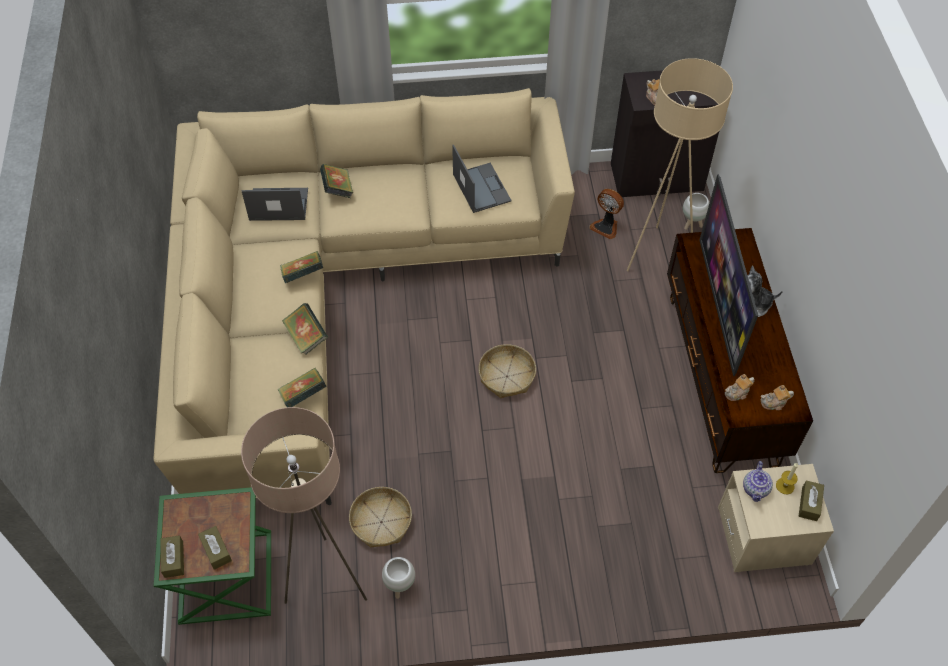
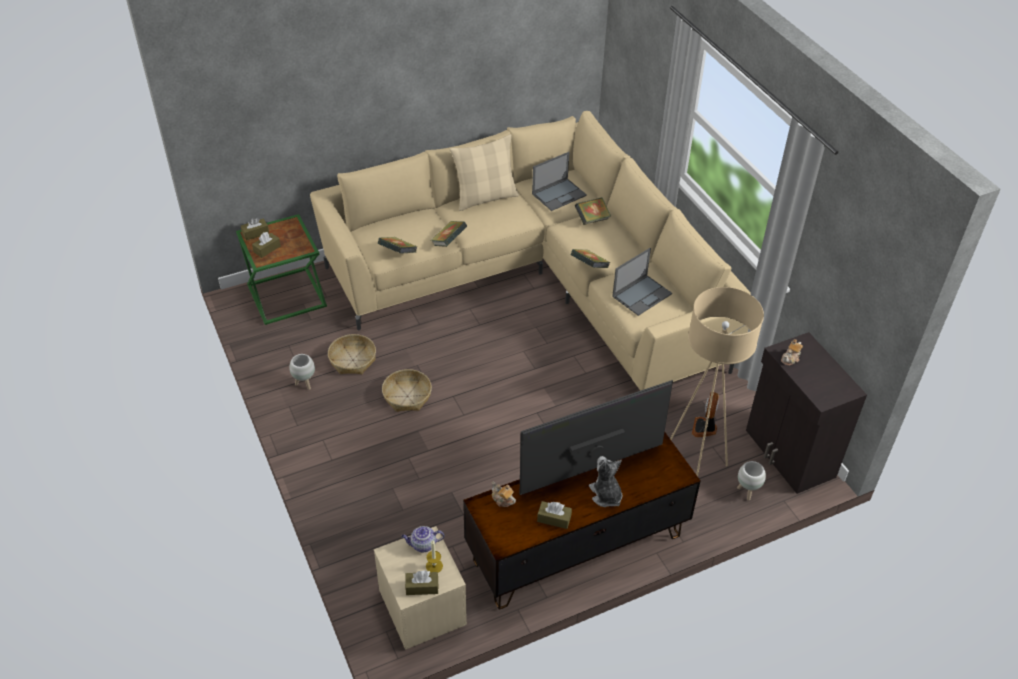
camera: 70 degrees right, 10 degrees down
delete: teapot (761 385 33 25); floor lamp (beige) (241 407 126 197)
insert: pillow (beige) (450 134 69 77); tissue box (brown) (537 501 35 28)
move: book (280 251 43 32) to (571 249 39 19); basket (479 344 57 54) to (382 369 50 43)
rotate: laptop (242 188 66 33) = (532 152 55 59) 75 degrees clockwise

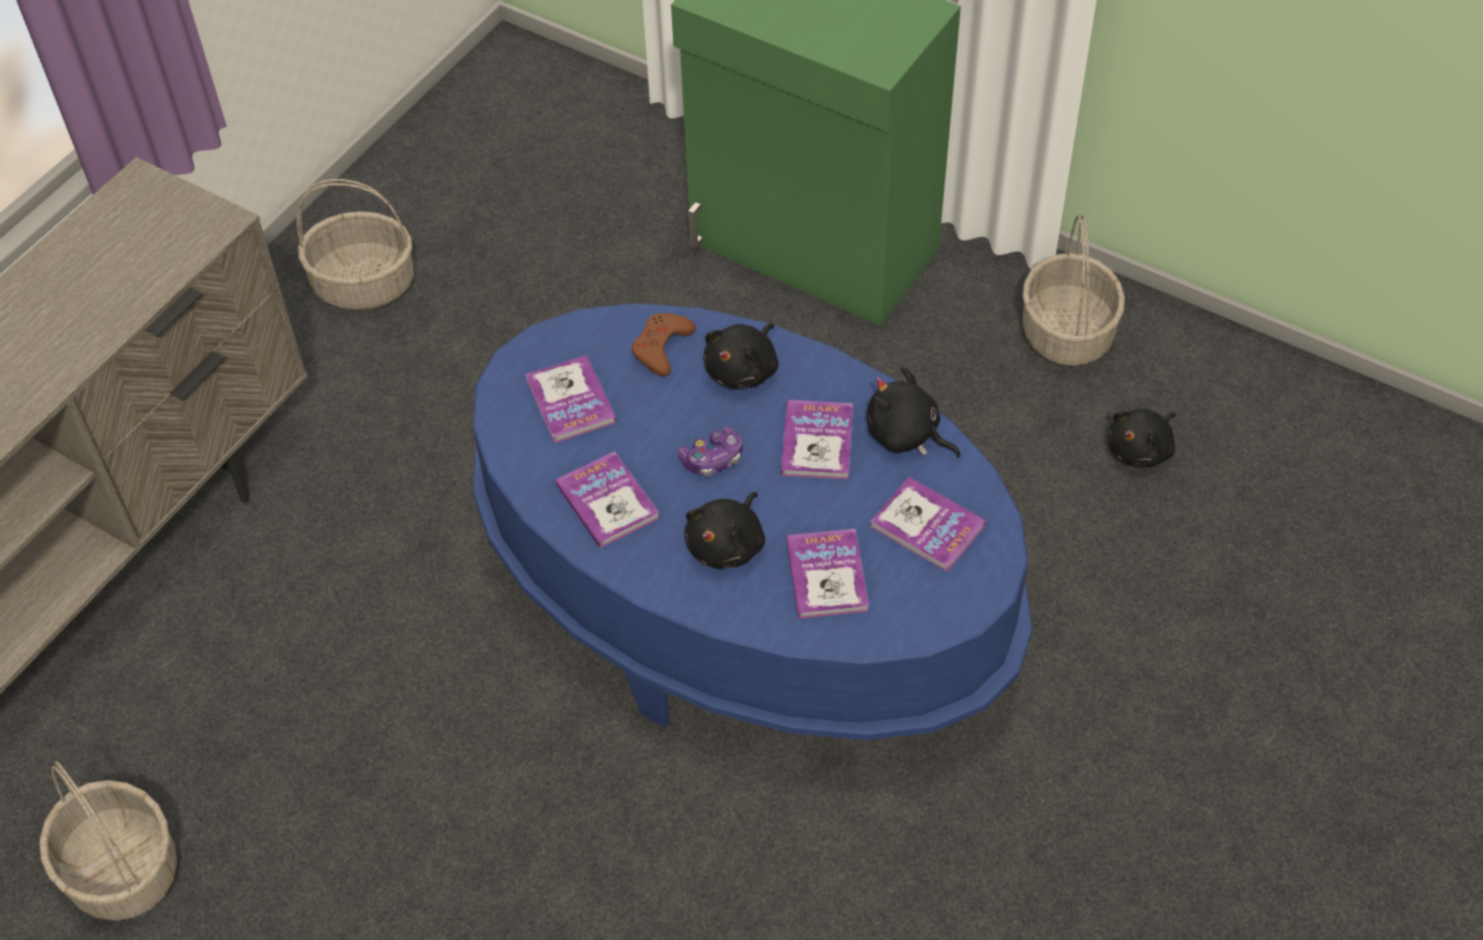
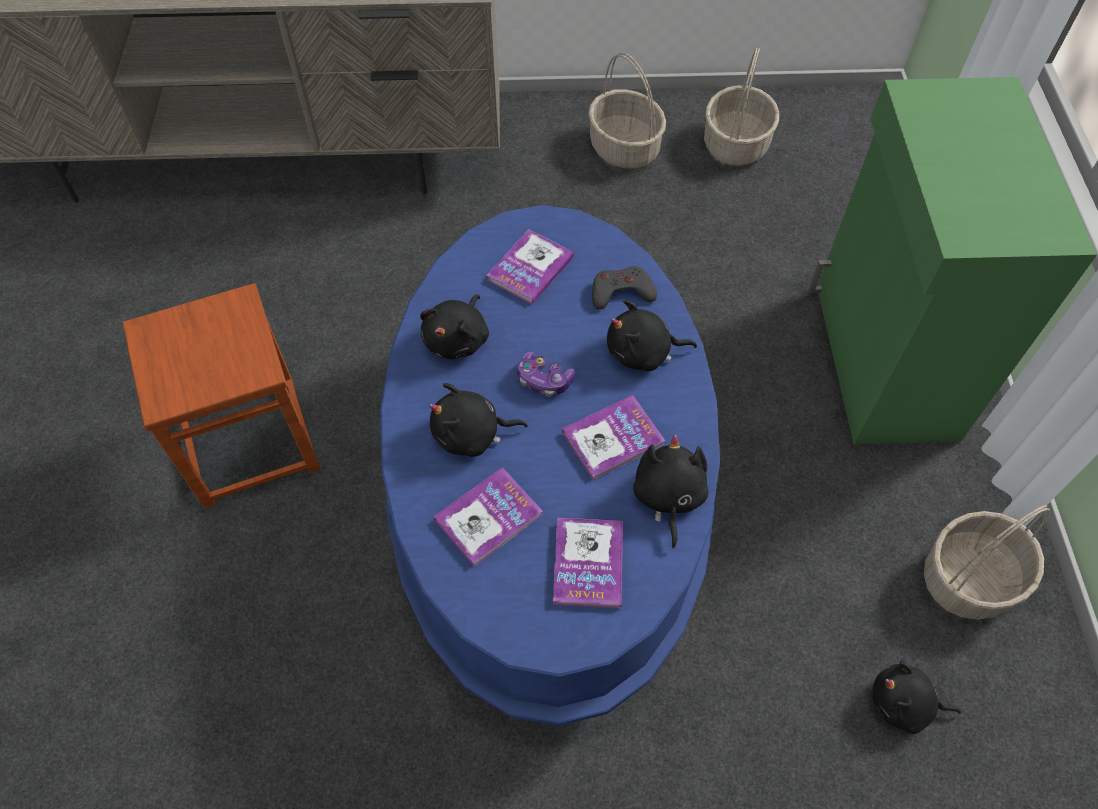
camera: 55 degrees right, 5 degrees up
insert: stool (brown) (123 283 197 225)
move: basket (39 761 138 160) to (704 48 75 118)
replace: book (555 451 105 97) to plush toy (black) (420 294 69 65)
recolor: game controller (brown) (632 313 64 64) to game controller (grey) (592 266 65 44)

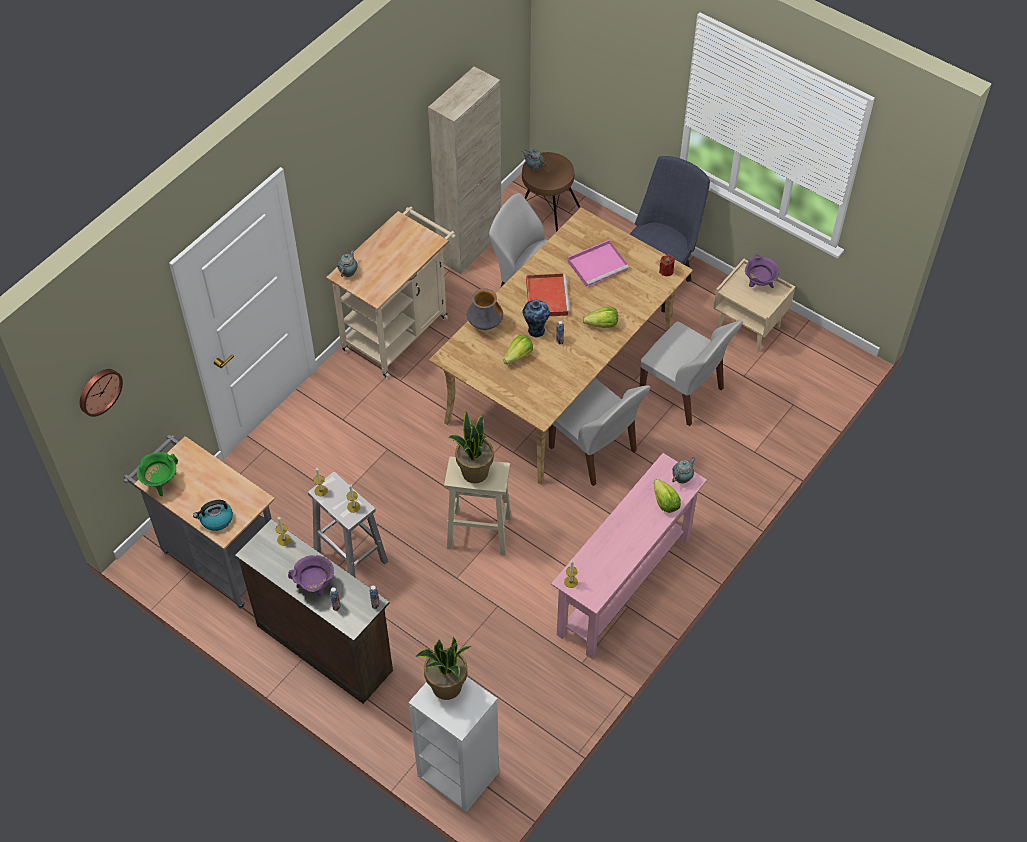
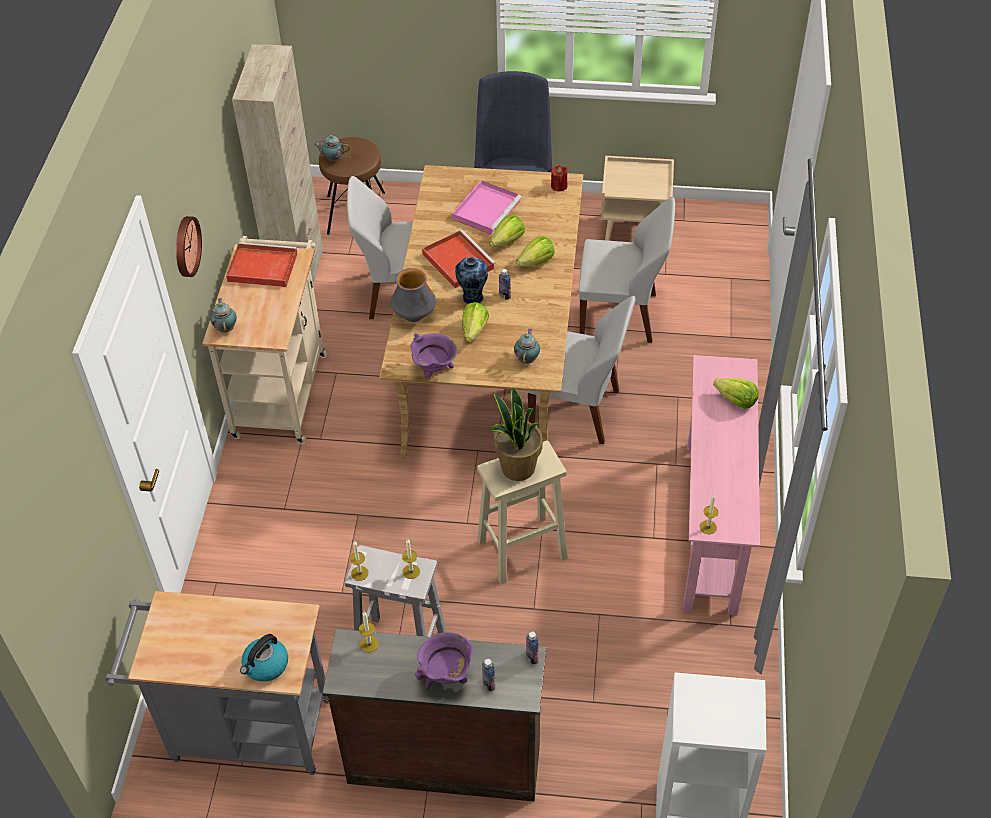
camera: 30 degrees left, 5 degrees down
delete: cooking pot (green) (137 452 41 44); potted plant (416 637 55 63)
insert: lettuce (490 215 35 33); tray (red) (226 242 72 45)
move: cooking pot (purple) (745 253 35 35) to (410 333 47 45); wall clock (80 369 43 48) to (176 216 26 61); teapot (672 457 24 26) to (514 329 26 35)

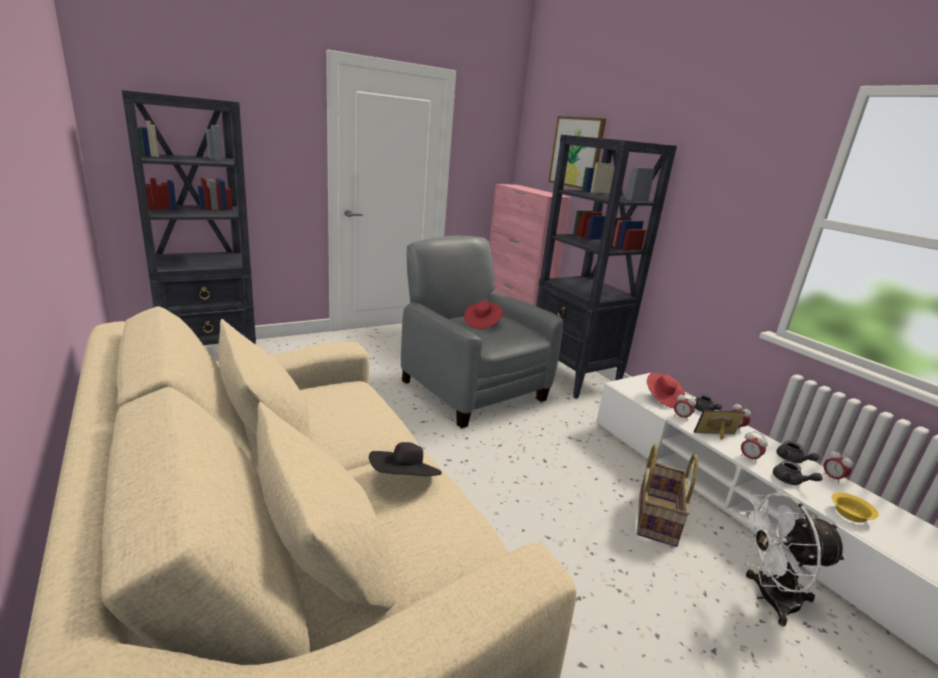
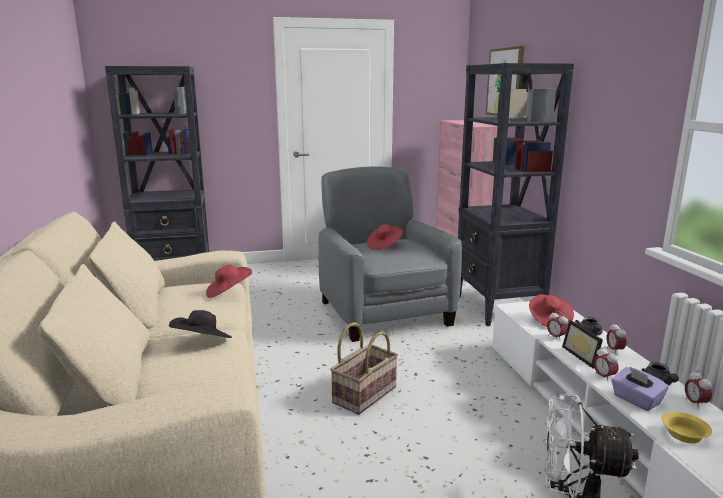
camera: 20 degrees right, 5 degrees down
insert: hat (red) (206 265 46 33)
move: basket (637 444 61 103) to (330 322 68 93)
replace: teapot (grey) (773 461 50 24) to tissue box (purple) (611 367 58 44)
rotate: picture frame (694 410 51 30) = (562 320 41 48) 120 degrees counterclockwise

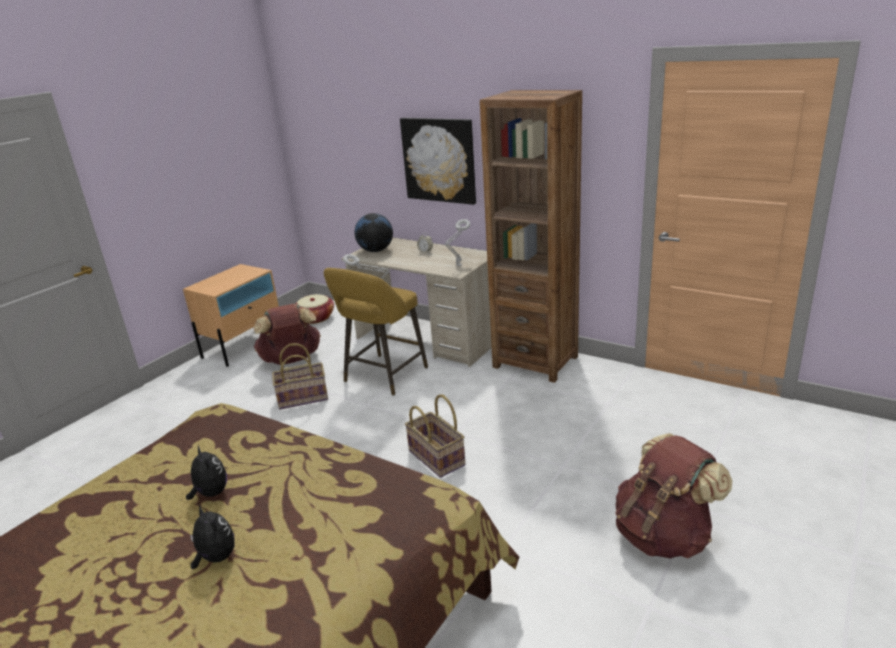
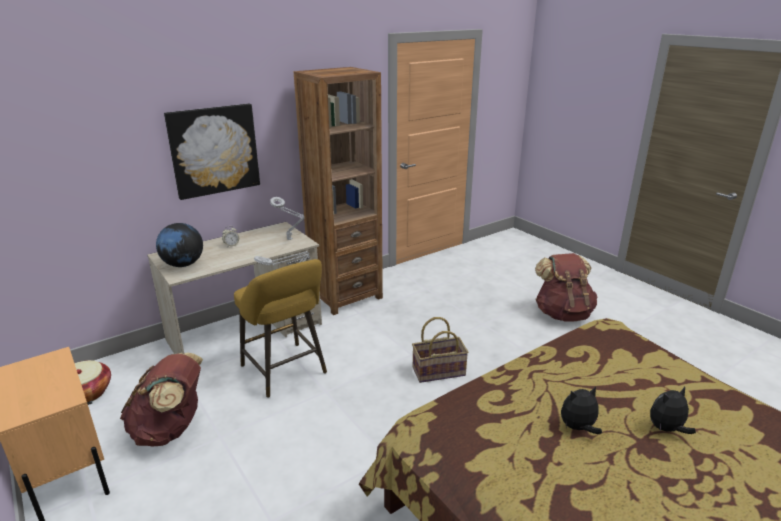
camera: 70 degrees left, 0 degrees up
delete: basket (272 343 56 67)

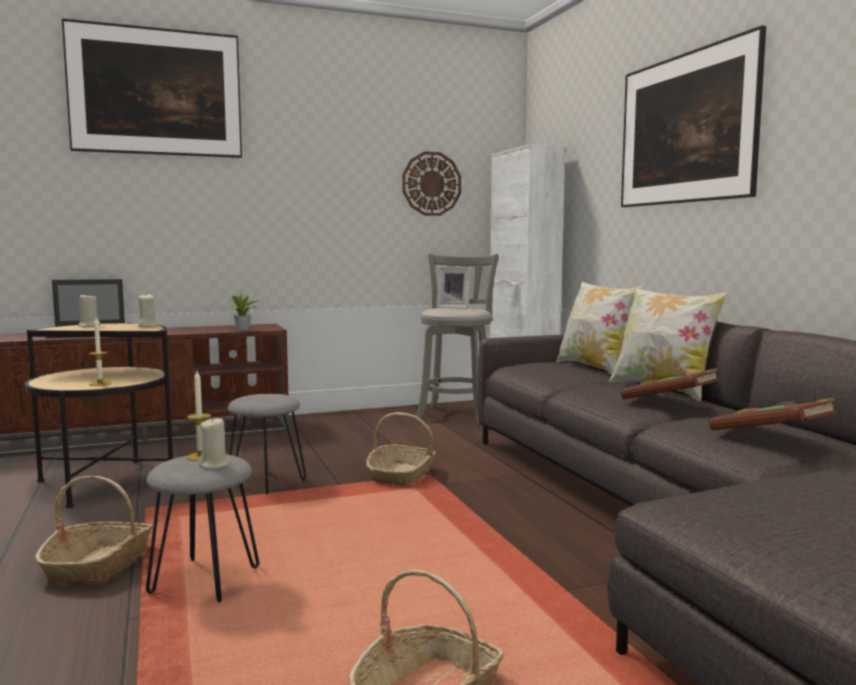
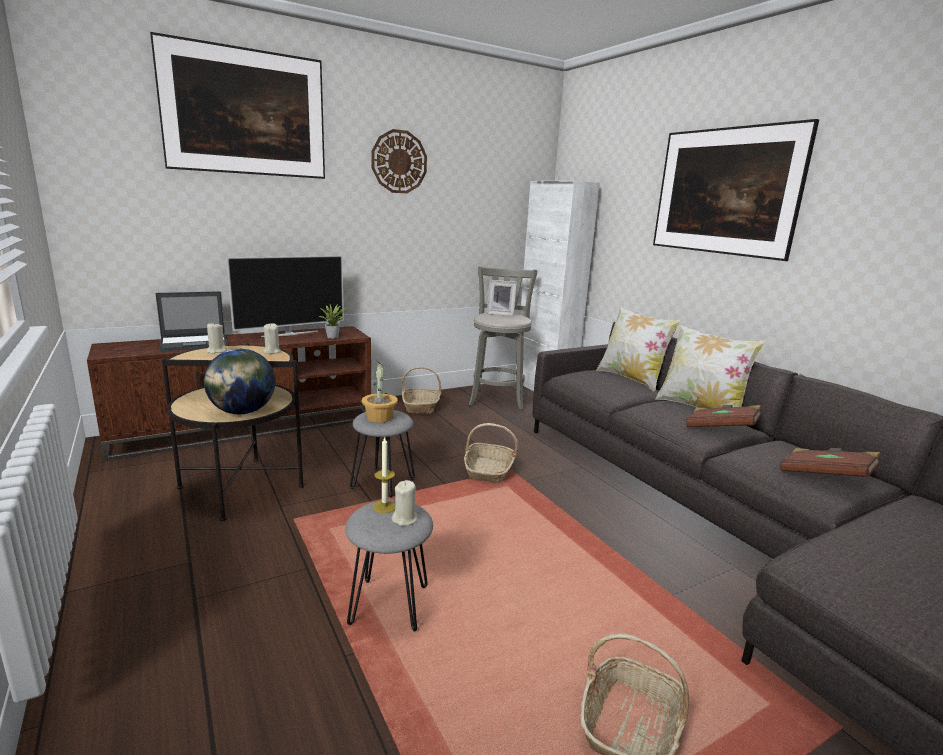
camera: 10 degrees left, 10 degrees up
insert: television (226 255 118 82); potted plant (362 361 36 62)
move: wall clock (402 151 59 65) to (371 129 56 65); basket (35 476 118 110) to (401 367 41 47)
replace: candle (89 318 23 68) to globe (204 349 72 65)

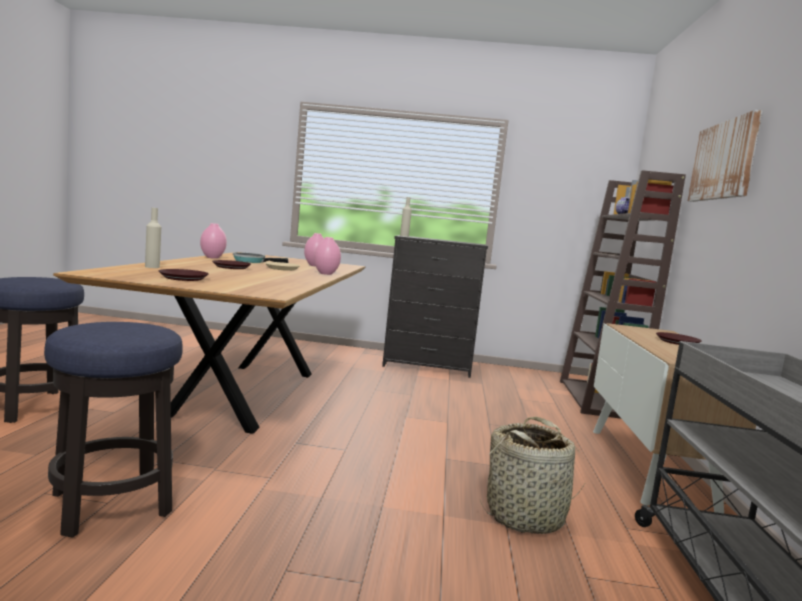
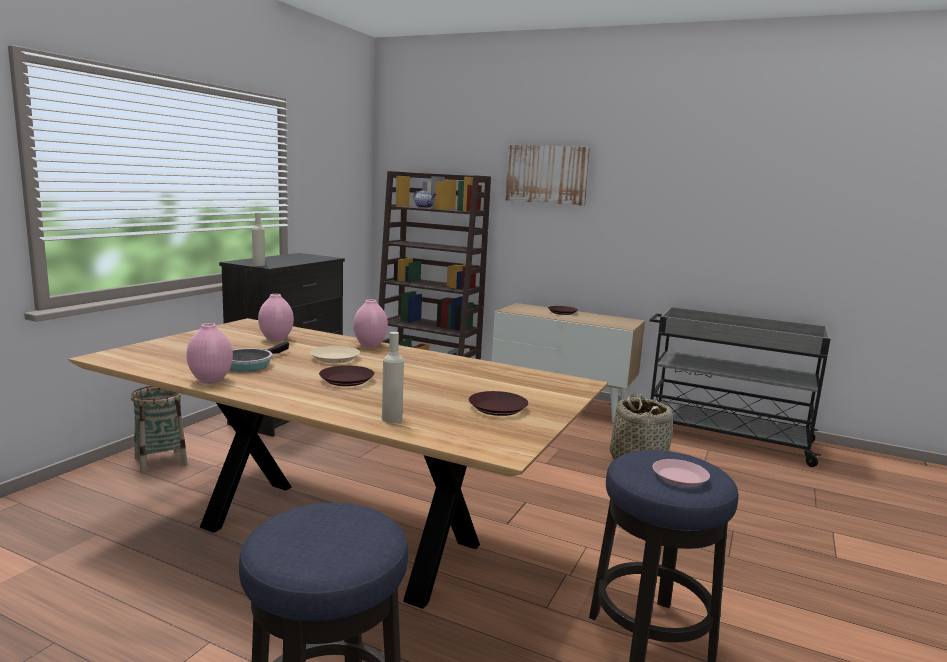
camera: 70 degrees left, 5 degrees up
insert: basket (131 386 56 88); plate (pink) (652 459 58 28)

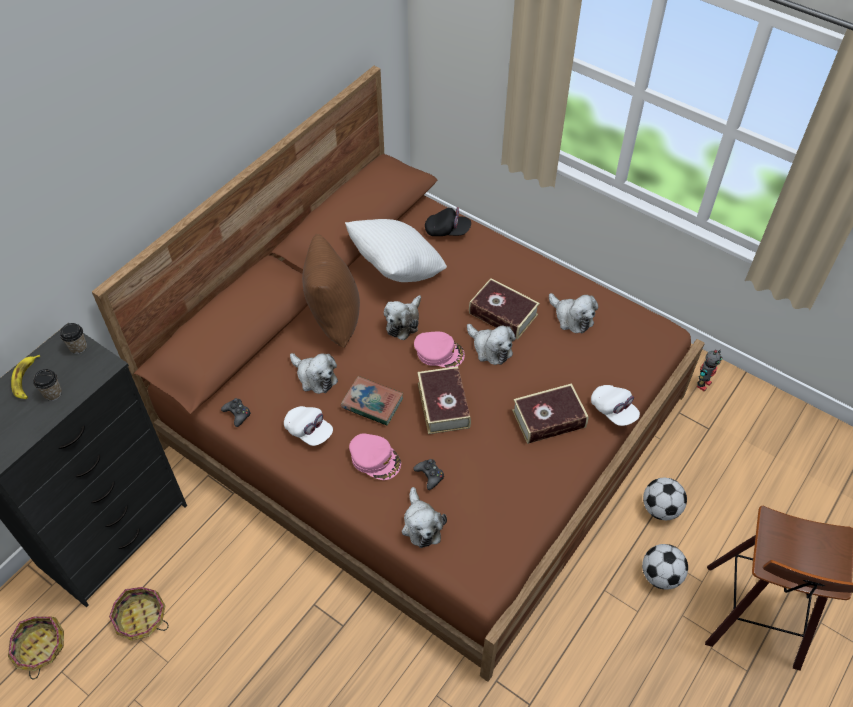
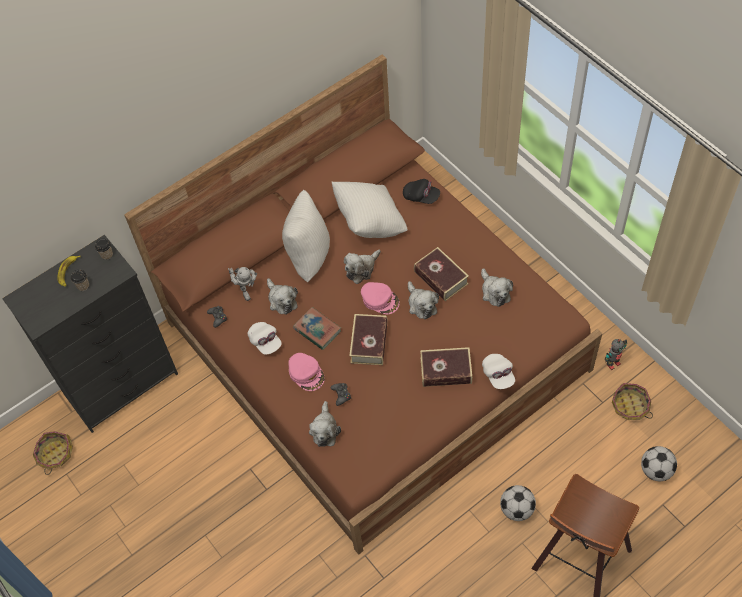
camera: 20 degrees right, 5 degrees up
insert: toy robot (228 267 29 34)
move: football (643 478 44 42) to (641 446 36 35); basket (109 587 60 54) to (612 383 41 37)
recolor: pillow (brown) (302 234 58 114) to pillow (white) (282 190 48 92)

